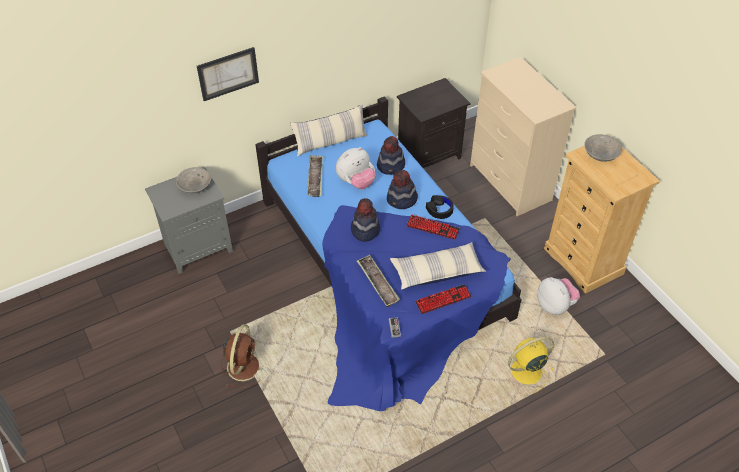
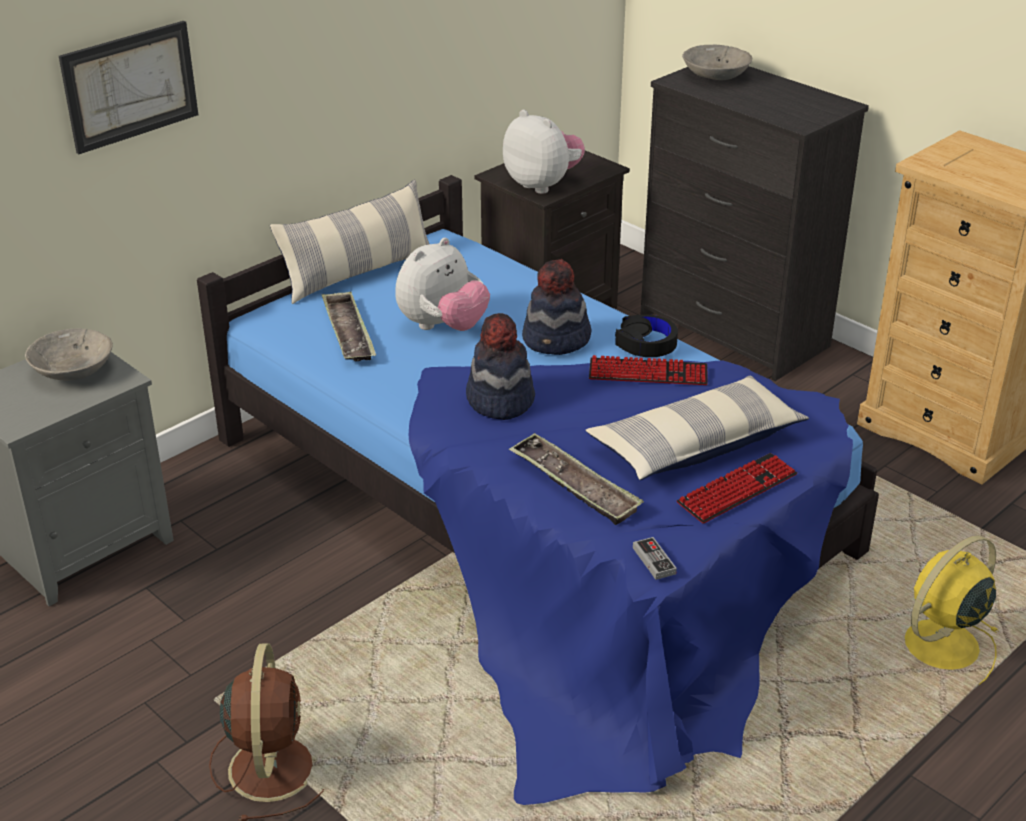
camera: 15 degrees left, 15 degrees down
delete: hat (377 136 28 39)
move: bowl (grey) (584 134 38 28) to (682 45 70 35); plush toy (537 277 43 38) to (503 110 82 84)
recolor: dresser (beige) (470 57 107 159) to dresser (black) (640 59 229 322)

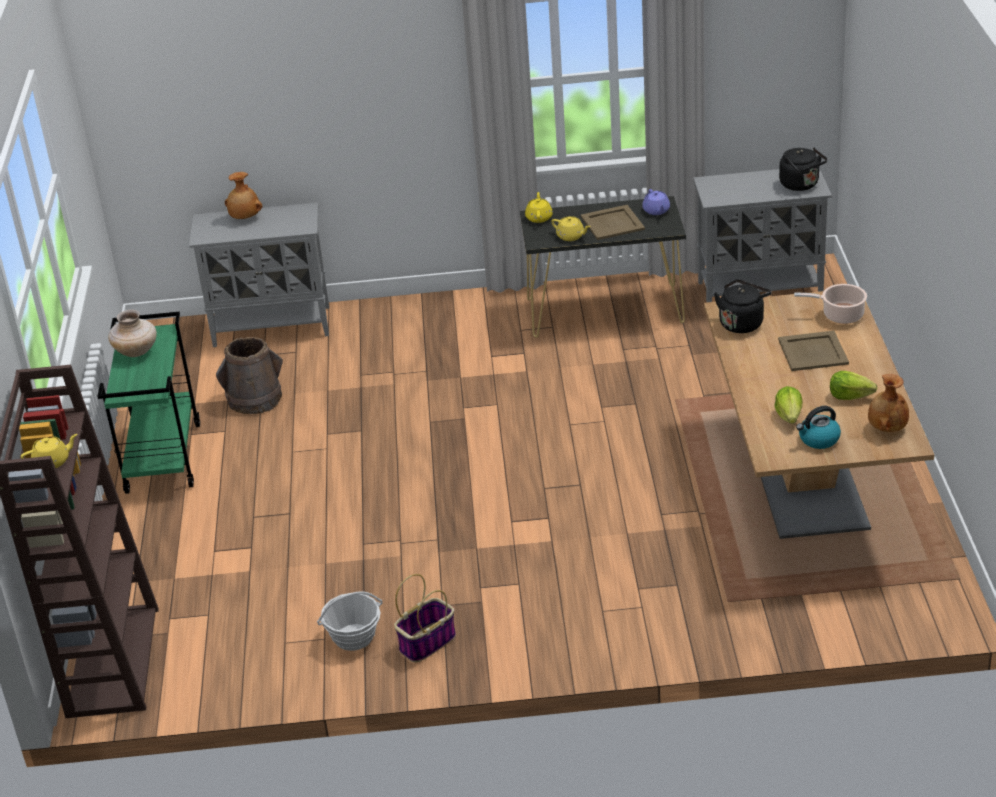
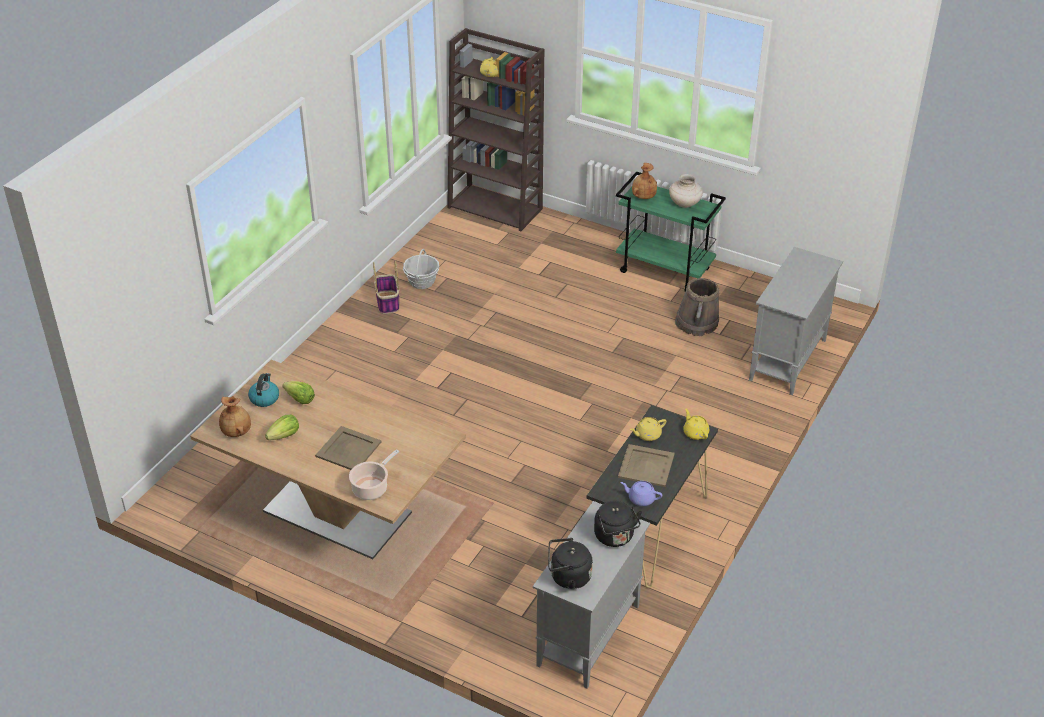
camera: 120 degrees right, 5 degrees up
move: vase (brown) (225 172 37 47) to (632 163 25 36); kettle (black) (714 279 57 54) to (594 501 48 46)
rotate: teapot (yellow) (525 192 28 31) = (683 409 26 31) 150 degrees counterclockwise

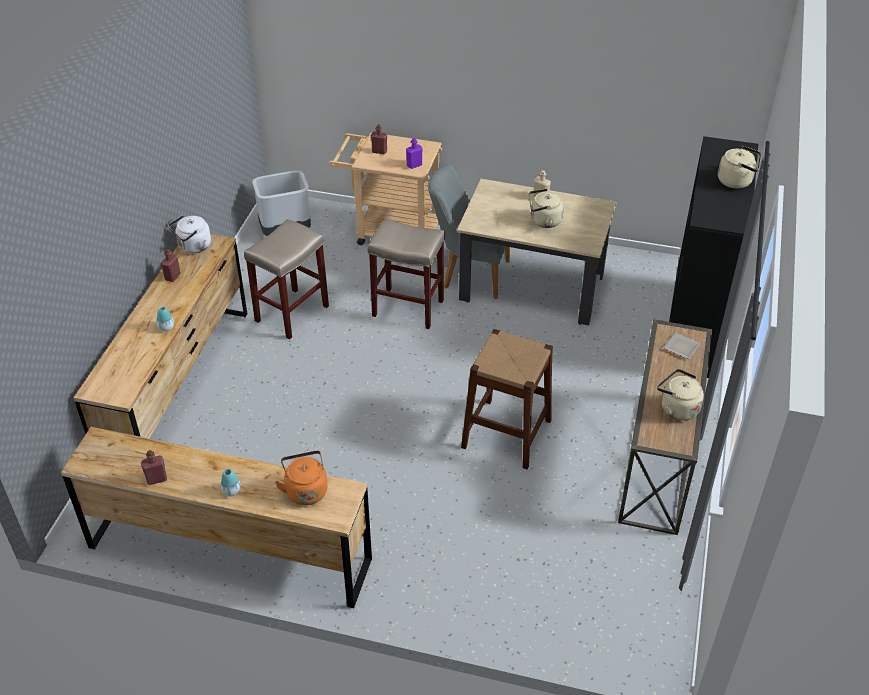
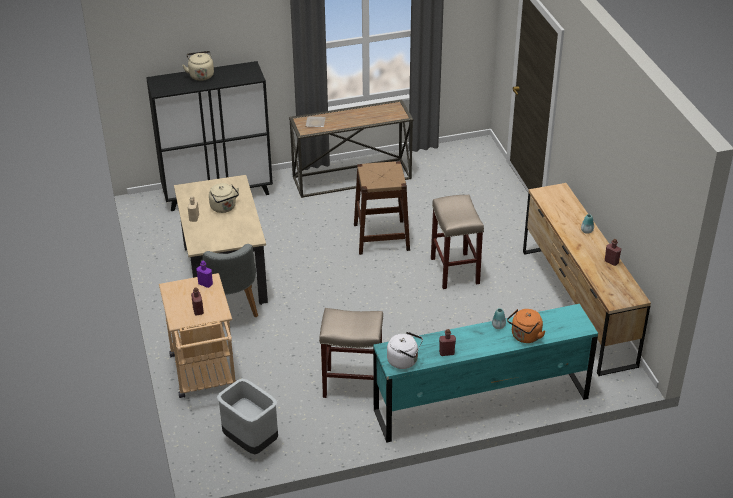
camera: 120 degrees left, 5 degrees down
delete: kettle (beige) (657 369 47 52)
move: stool (beige) (368 218 77 111) to (431 195 53 94); kettle (orange) (275 451 53 54) to (507 309 39 34)
recolor: dresser (brown) (74 234 173 204) to dresser (turquoise) (373 304 225 139)

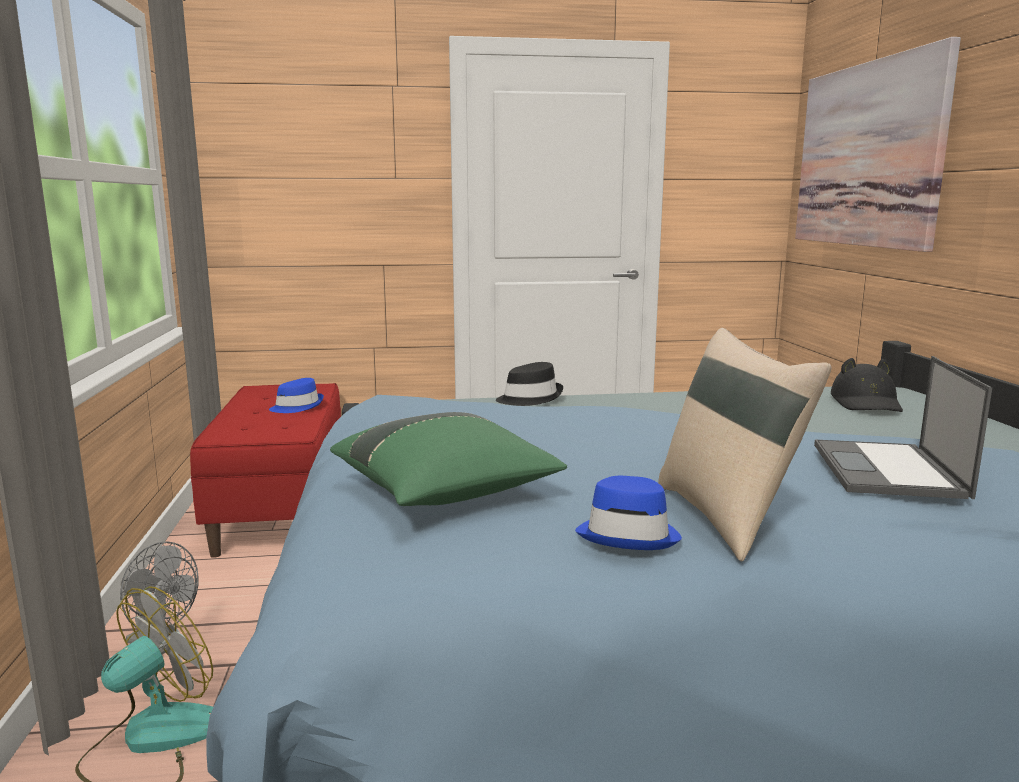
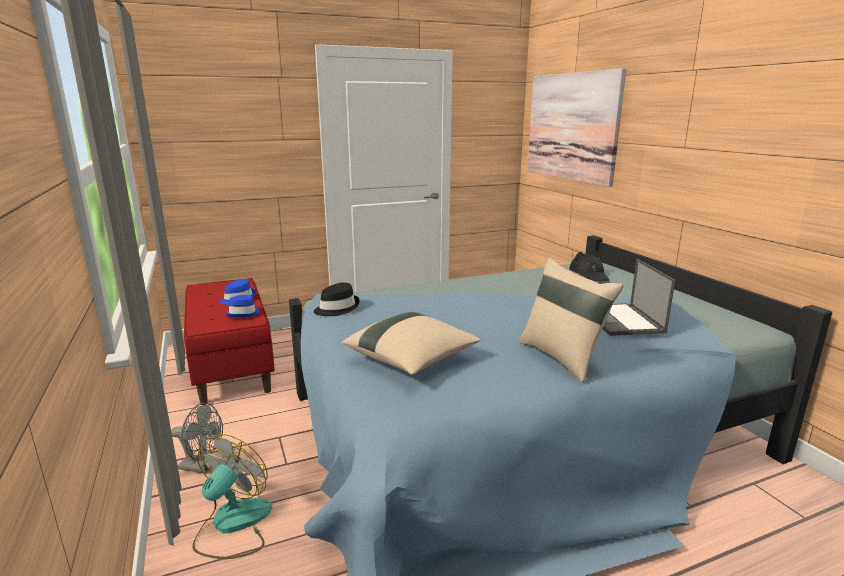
camera: 15 degrees left, 5 degrees up
move: hat (black) (496 362 67 44) to (314 282 46 34); hat (blue) (575 476 107 74) to (225 295 36 22)
recolor: pillow (green) (330 412 237 94) to pillow (beige) (342 312 139 63)

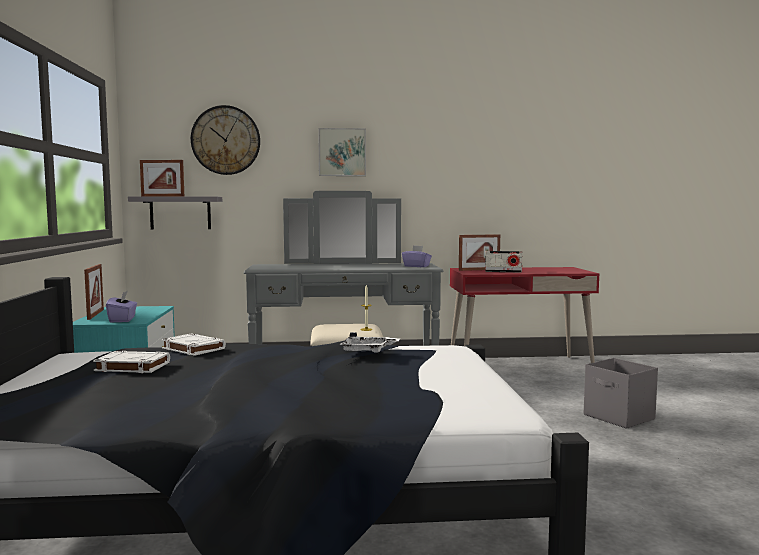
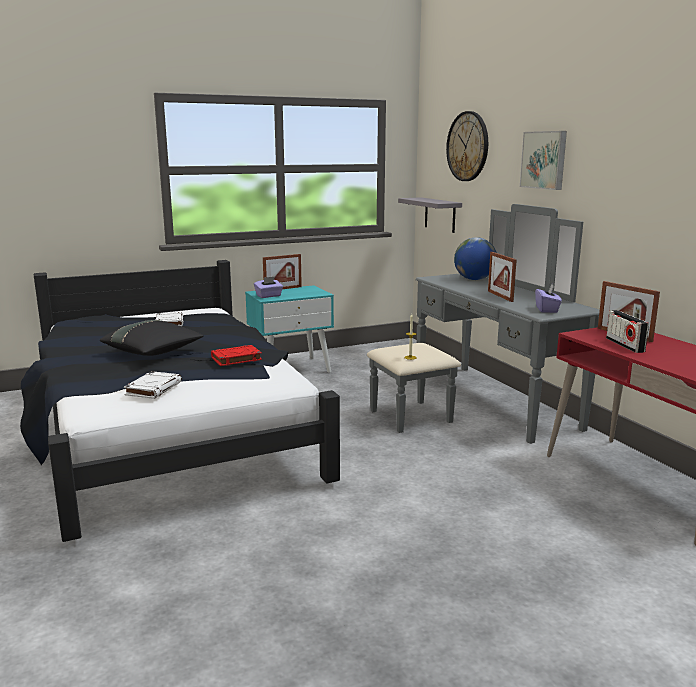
camera: 70 degrees right, 10 degrees up
delete: storage box (grey) (584 358 74 71)
insert: globe (454 237 42 43); pillow (black) (100 320 104 36)
move: picture frame (140 160 44 36) to (488 252 29 50); book (white) (162 334 64 22) to (124 371 58 28)
replace: tray (white) (340 332 61 21) to book (red) (211 345 51 21)

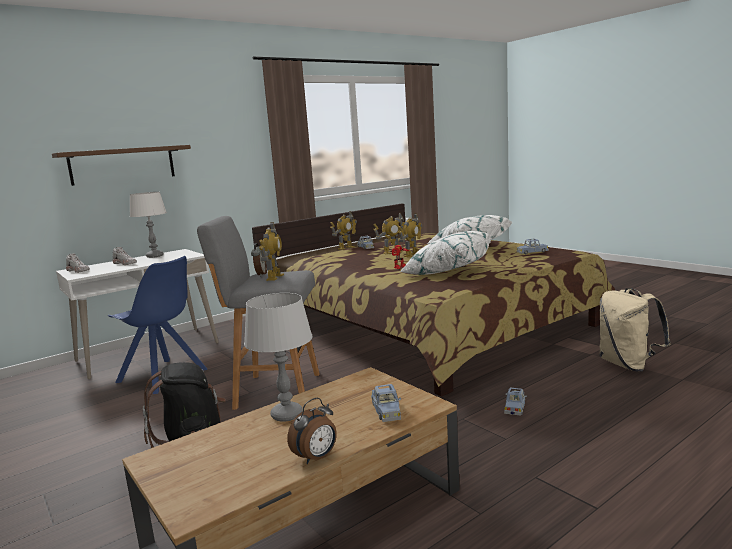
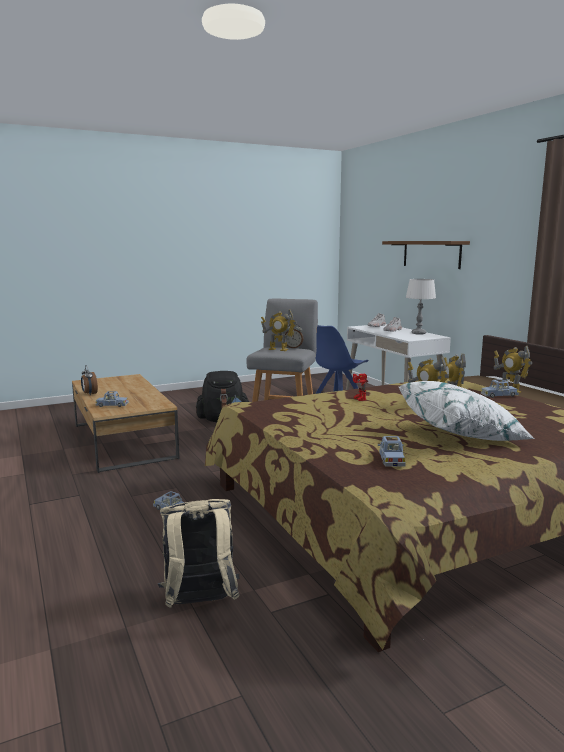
camera: 100 degrees right, 0 degrees up
delete: pillow (white) (400 231 92 44); table lamp (grey) (244 293 69 129)

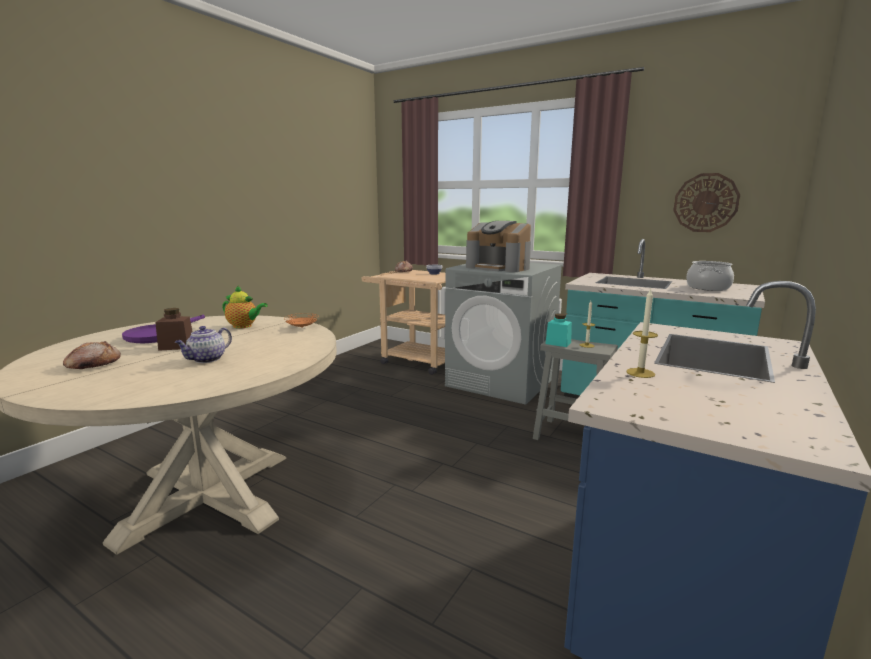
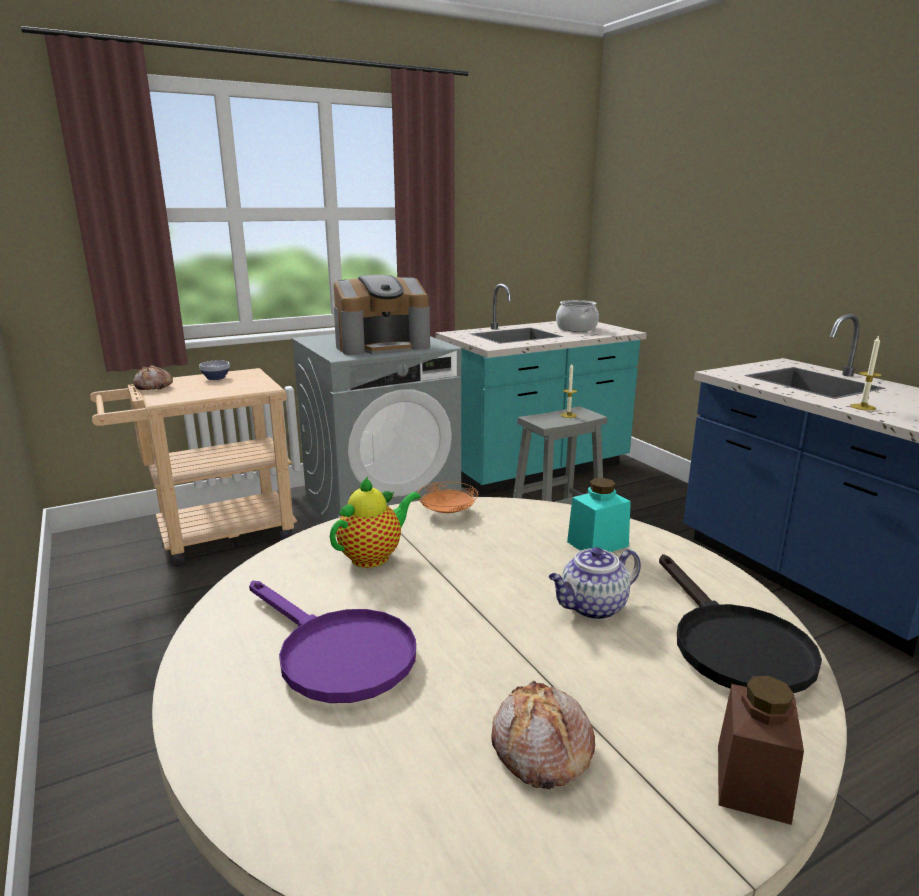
camera: 60 degrees left, 5 degrees up
delete: wall clock (673 173 67 59)
insert: frying pan (black) (659 554 163 139)
move: jar (brown) (155 308 38 43) to (718 676 86 149); jar (turquoise) (546 313 26 34) to (567 478 64 74)
rotate: teapot (175 326 57 37) = (549 547 92 73) 90 degrees clockwise

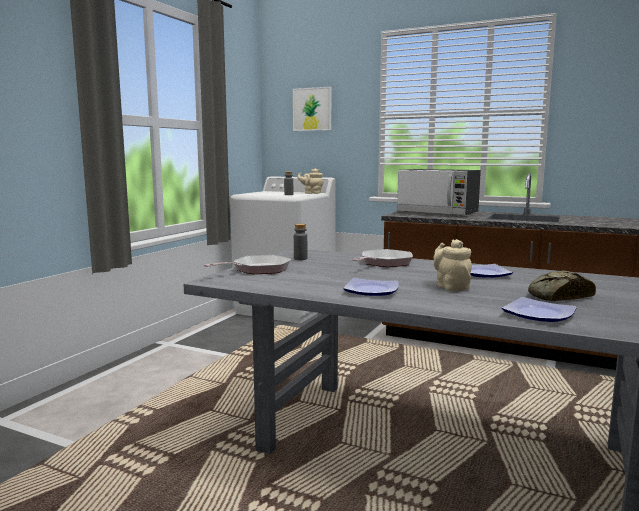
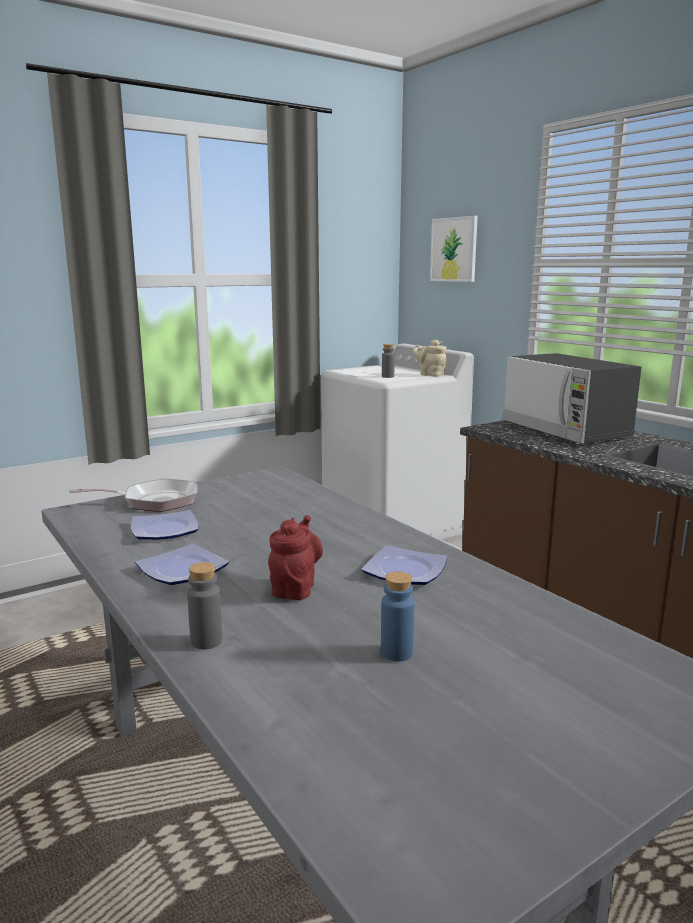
camera: 30 degrees right, 5 degrees up
delete: frying pan (352 249 61 18)
move: bottle (grey) (294 224 13 36) to (187 562 35 88); plate (502 297 75 25) to (131 510 67 30)
replace: bread (528 270 68 32) to bottle (blue) (381 572 34 90)
recolor: teapot (beige) (433 239 39 52) to teapot (red) (268 515 55 85)

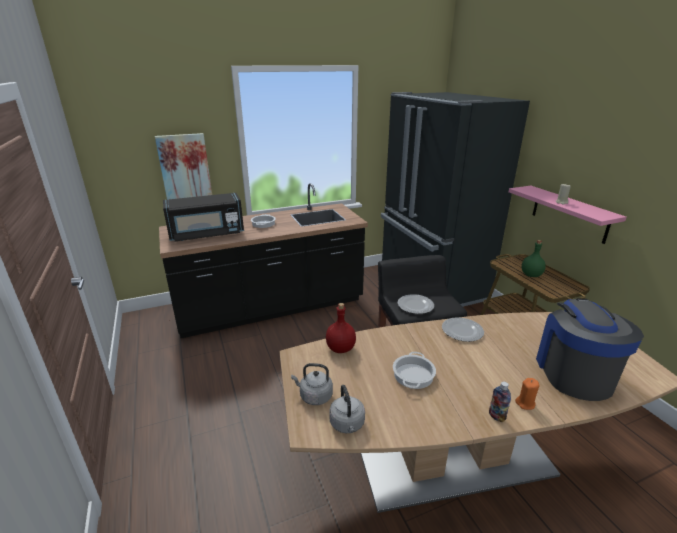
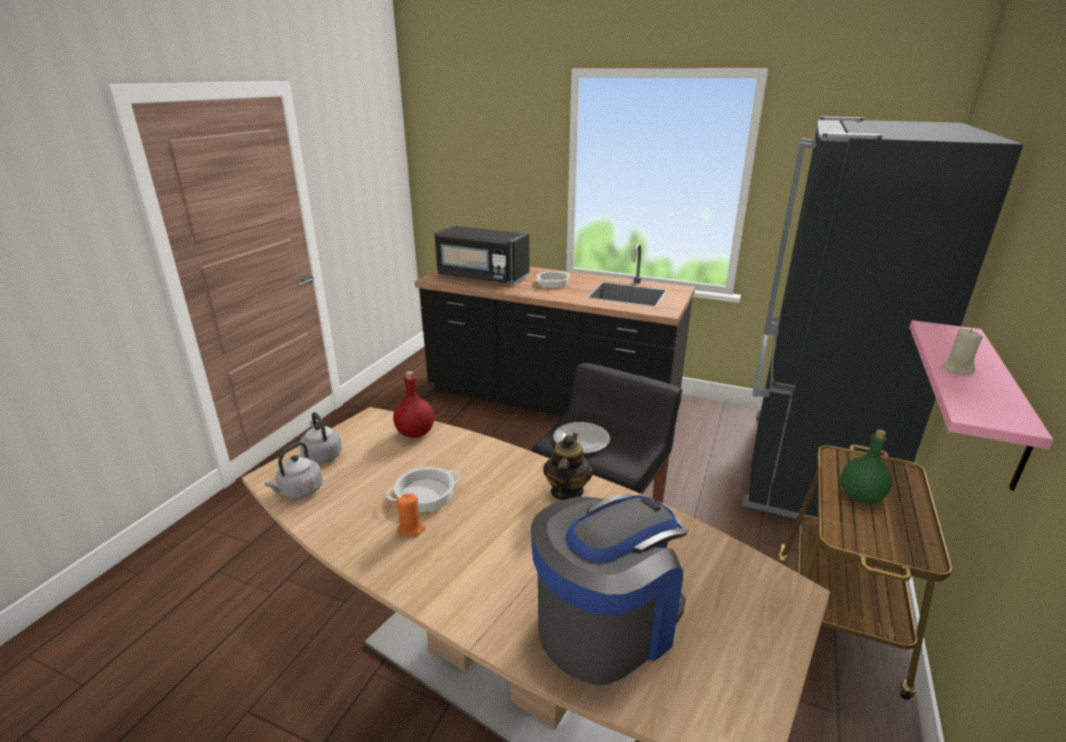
camera: 45 degrees right, 0 degrees up
delete: picture (155 133 57 67); bottle (489 381 22 41)
move: candle (orange) (515 378 24 32) to (396 494 29 43)
replace: plate (442 317 42 25) to teapot (543 433 50 67)

